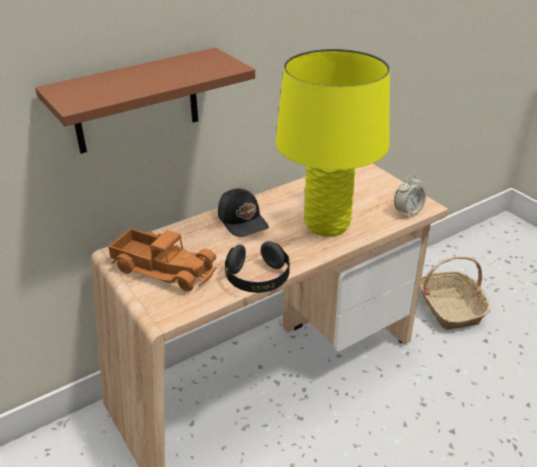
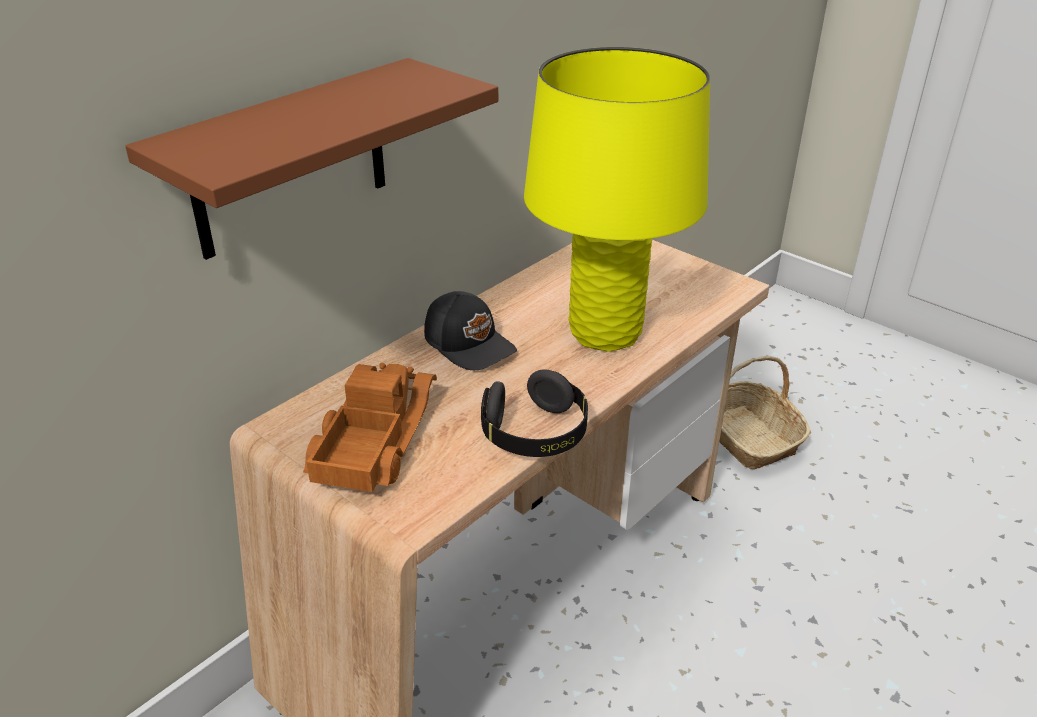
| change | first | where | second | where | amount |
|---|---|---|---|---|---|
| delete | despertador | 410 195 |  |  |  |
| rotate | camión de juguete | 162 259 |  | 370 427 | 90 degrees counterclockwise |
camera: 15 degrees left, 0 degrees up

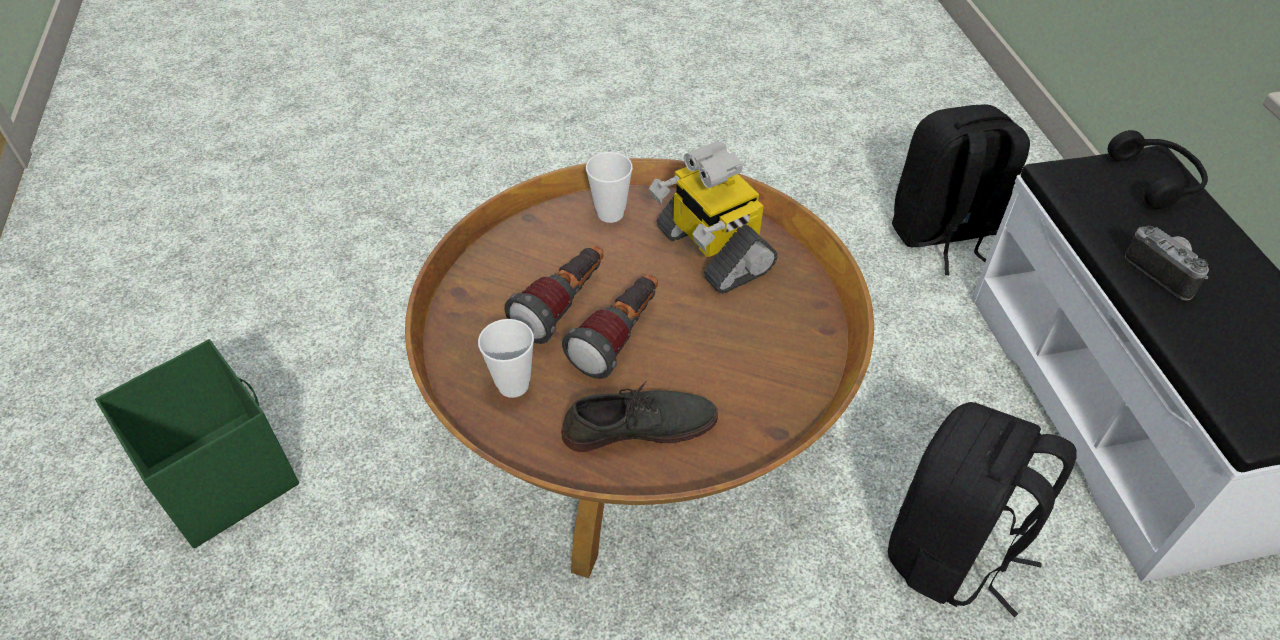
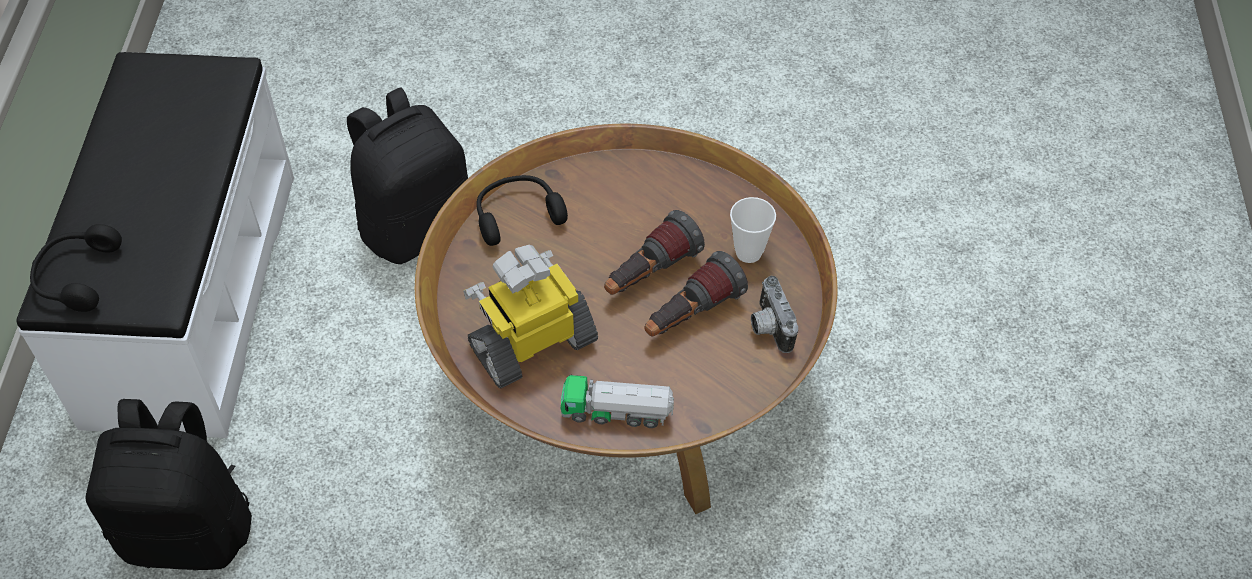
| change | first | where | second | where | amount |
|---|---|---|---|---|---|
| delete | caja de almacenaje/verde | 197 443 |  |  |  |
| delete | zapato/gris | 639 416 |  |  |  |
| insert |  |  | auriculares/negro | 522 210 |  |
| move | cámara | 1167 263 |  | 774 314 |  |
| replace | taza | 609 187 | camión de juguete | 617 401 |  |
| rotate | robot de juguete | 713 217 |  | 530 316 | 105 degrees counterclockwise |
camera: 165 degrees left, 5 degrees up

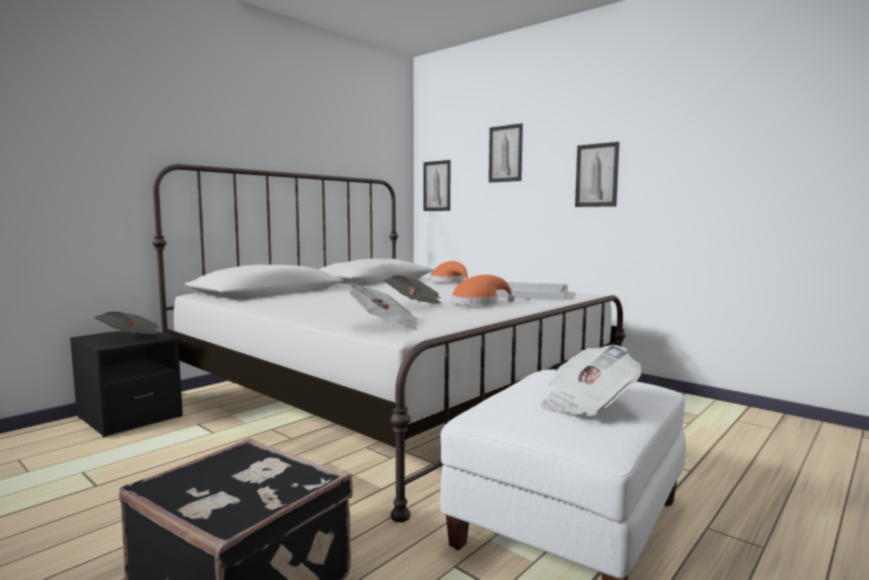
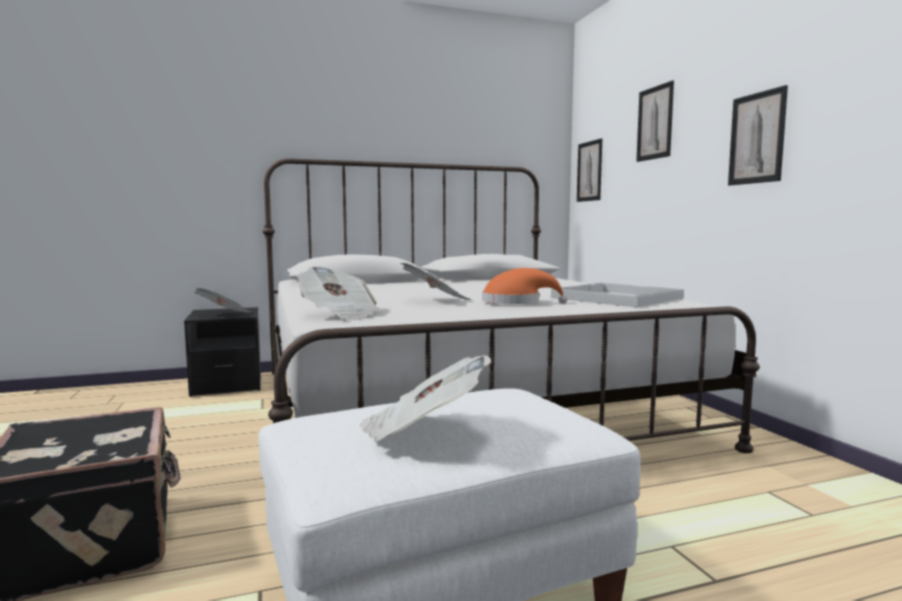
| change | first | where | second | where | amount |
|---|---|---|---|---|---|
| delete | sombrero/naranja | 449 271 |  |  |  |
camera: 30 degrees right, 0 degrees up

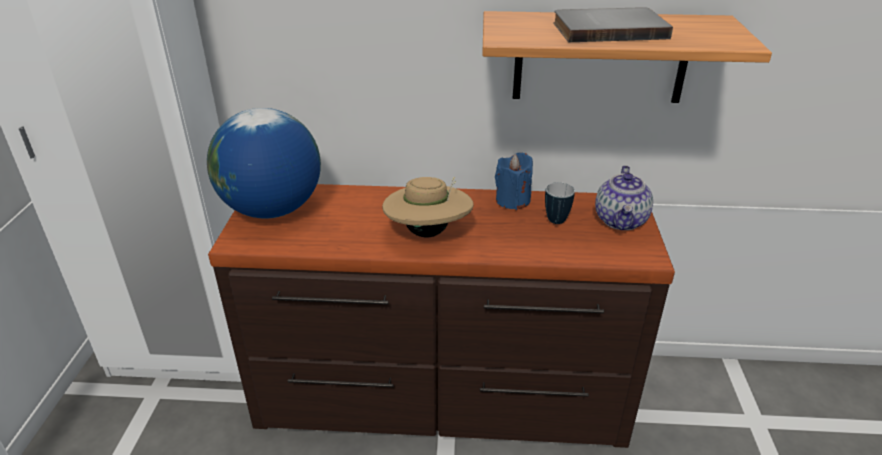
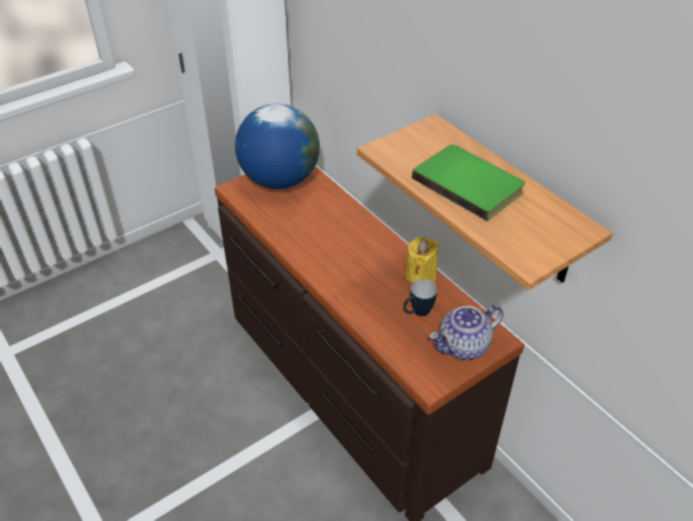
| change | first | where | second | where | amount |
|---|---|---|---|---|---|
| delete | sombrero/beis | 428 207 |  |  |  |
| recolor | vela/azul | 514 181 | vela/amarillo | 422 260 |  |
| recolor | libro/gris | 613 24 | libro/verde | 468 183 |  |
camera: 50 degrees right, 10 degrees up

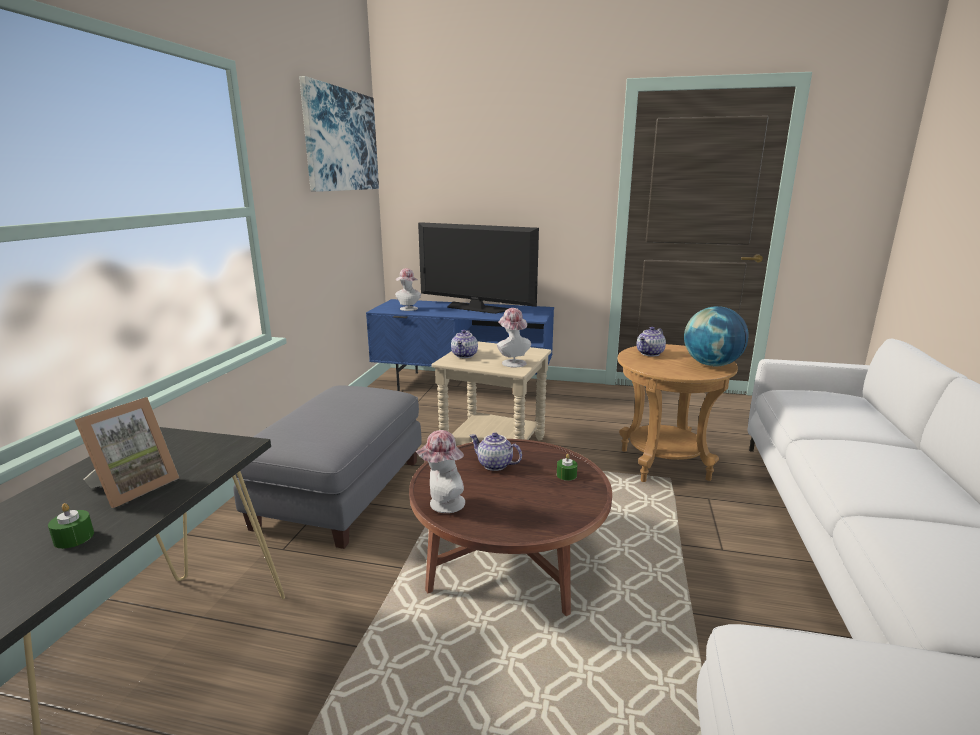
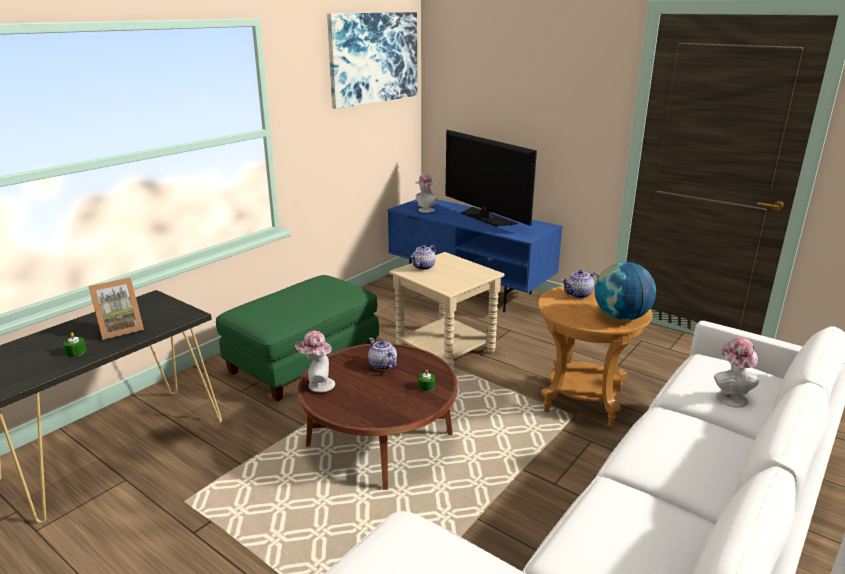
| change | first | where | second | where | amount |
|---|---|---|---|---|---|
| move | sombrero | 514 337 |  | 736 372 |  |
| recolor | puf/gris | 327 467 | puf/verde | 297 338 |  |
camera: 25 degrees right, 5 degrees up

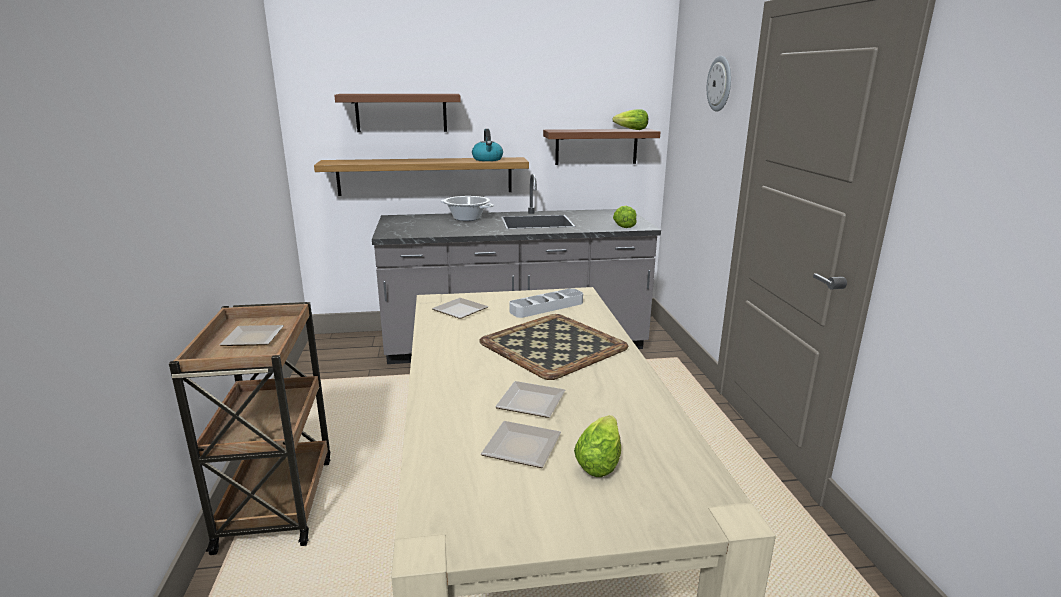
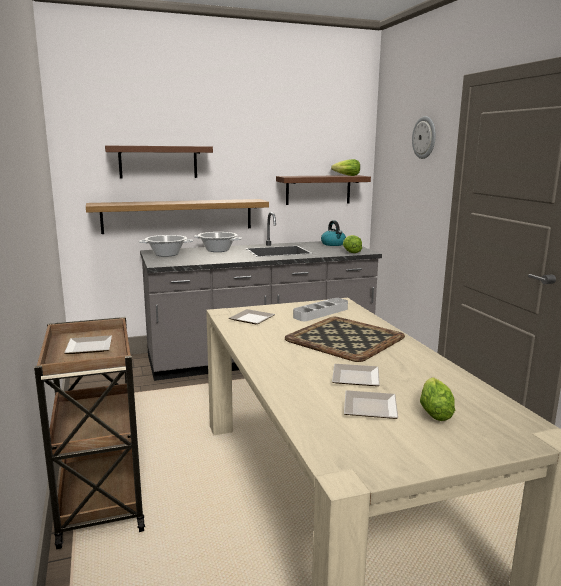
| change | first | where | second | where | amount |
|---|---|---|---|---|---|
| insert |  |  | olla | 166 246 |  |
| move | hervidor | 487 145 |  | 333 233 |  |
camera: 10 degrees left, 5 degrees down

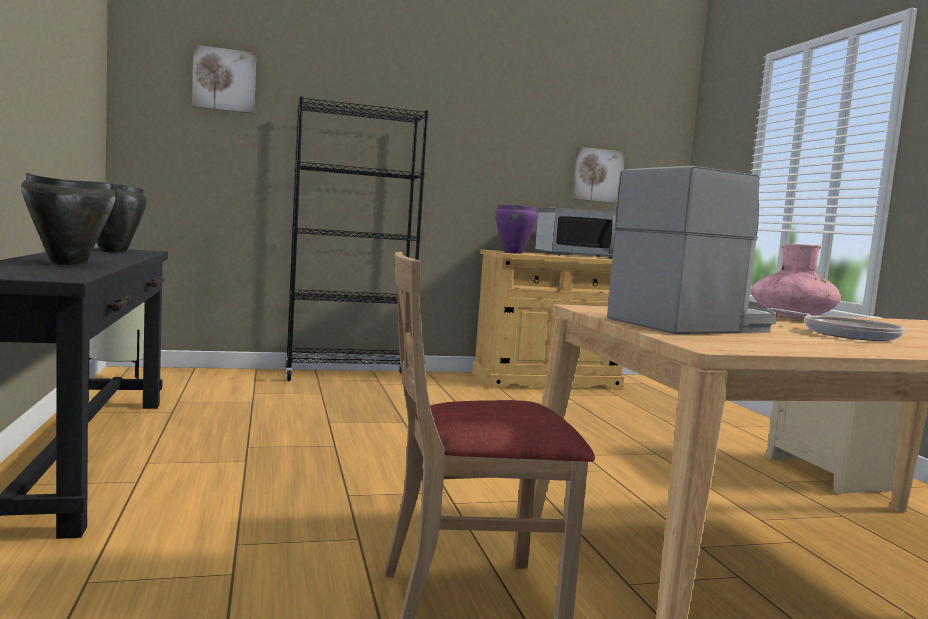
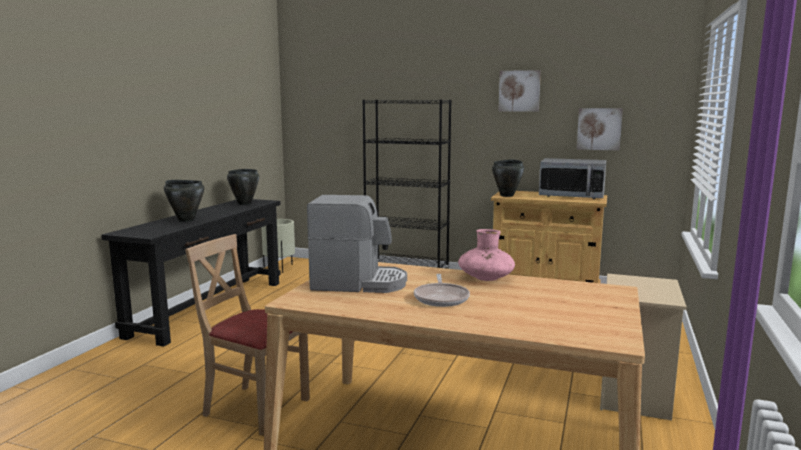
| change | first | where | second | where | amount |
|---|---|---|---|---|---|
| move | cuadro | 224 79 |  | 519 91 |  |
| recolor | olla/morado | 516 229 | olla/negro | 508 178 |  |
camera: 35 degrees right, 5 degrees up

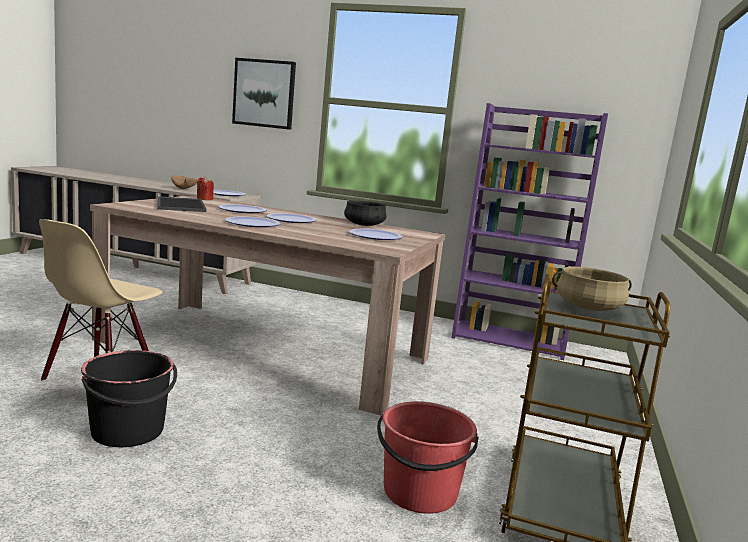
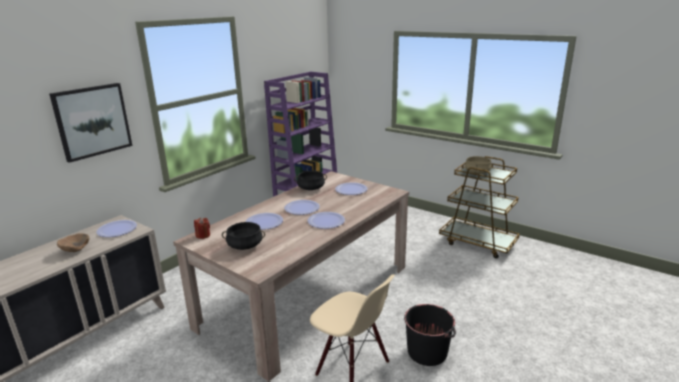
| change | first | where | second | where | amount |
|---|---|---|---|---|---|
| delete | cubo/rojo | 428 457 |  |  |  |
| replace | bandeja | 181 204 | olla/negro | 243 236 |  |
camera: 70 degrees left, 10 degrees up

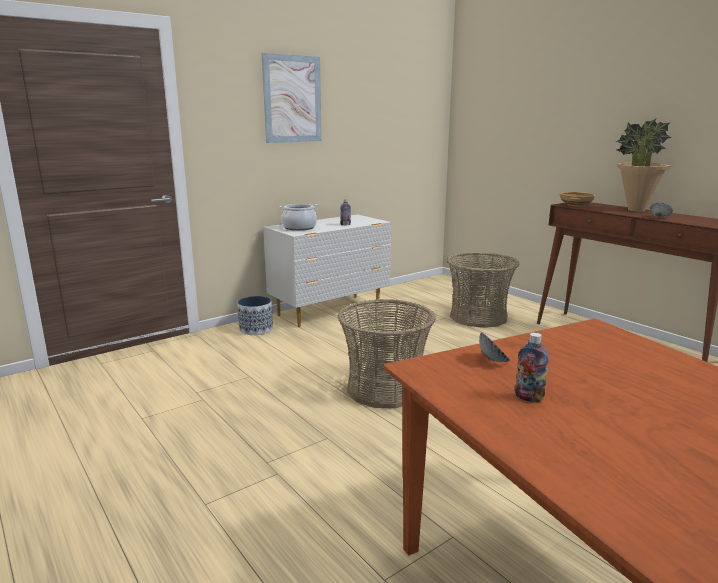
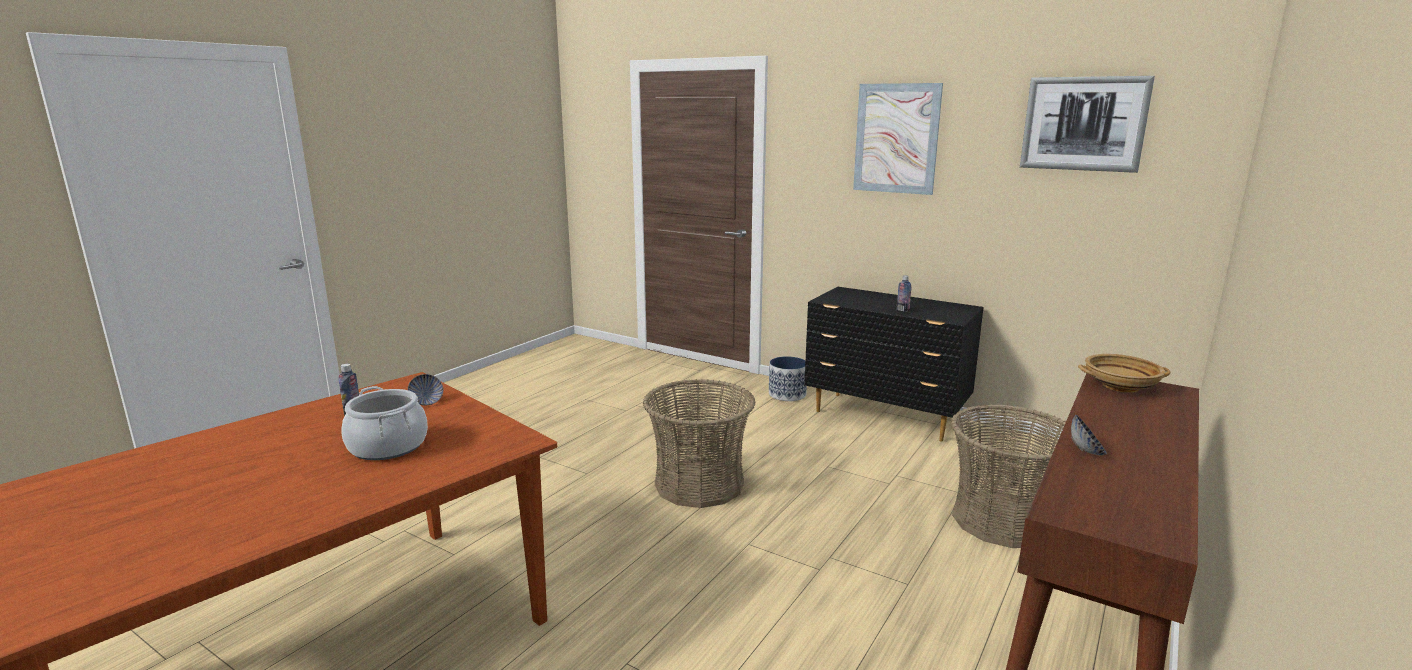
| change | first | where | second | where | amount |
|---|---|---|---|---|---|
| delete | planta en maceta | 643 165 |  |  |  |
| insert |  |  | cuadro | 1087 124 |  |
| move | olla | 298 217 |  | 384 423 |  |
| recolor | cómoda/blanco | 327 270 | cómoda/negro | 894 364 |  |
camera: 70 degrees right, 0 degrees up

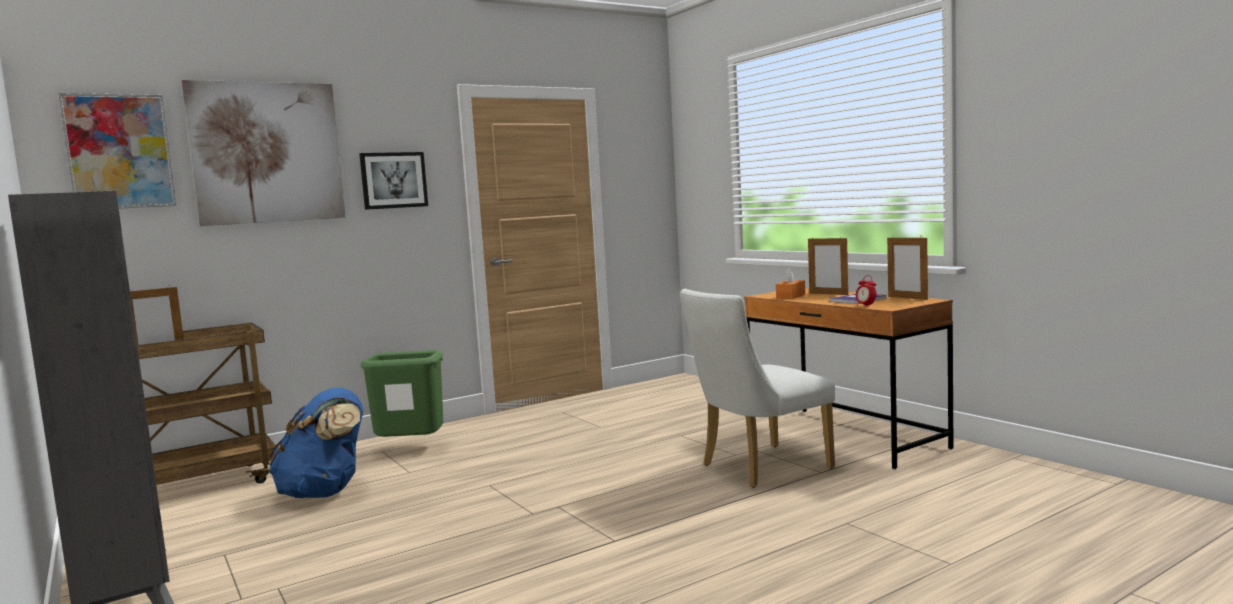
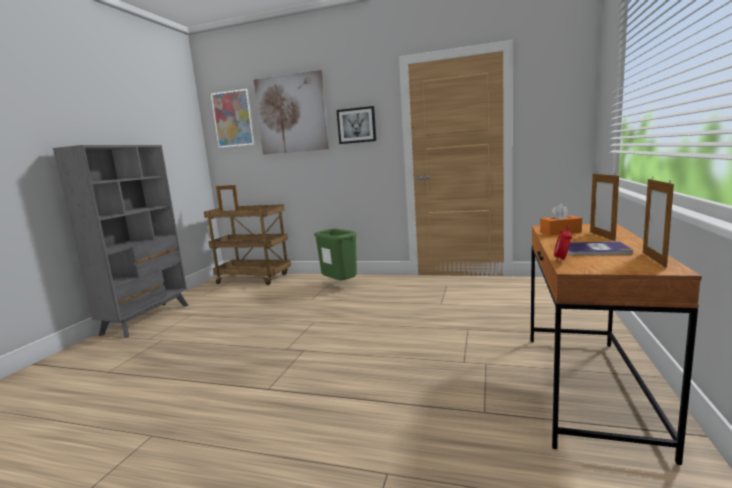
| change | first | where | second | where | amount |
|---|---|---|---|---|---|
| delete | mochila/azul | 316 442 |  |  |  |
| delete | silla/blanco | 757 388 |  |  |  |
camera: 50 degrees right, 5 degrees up

